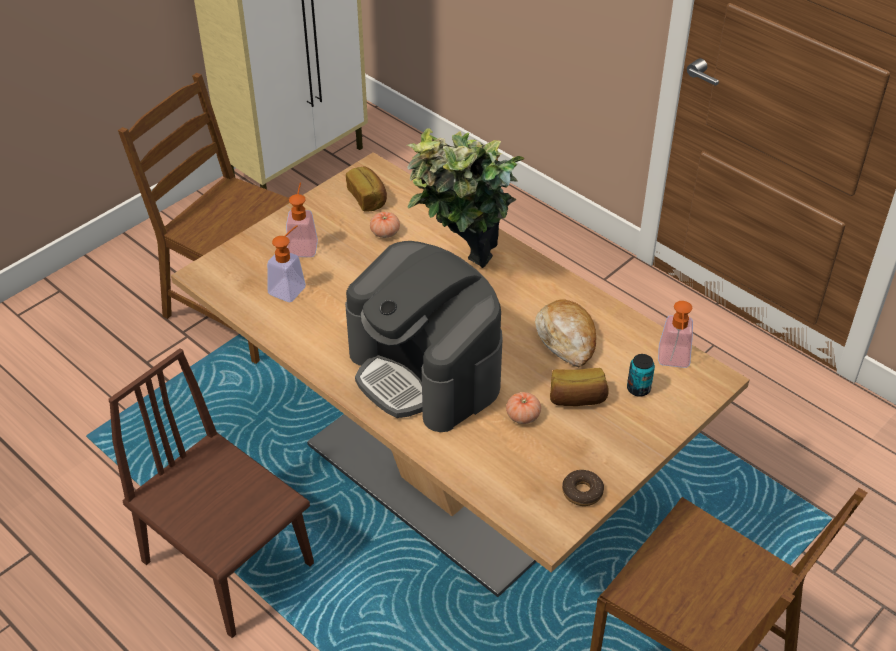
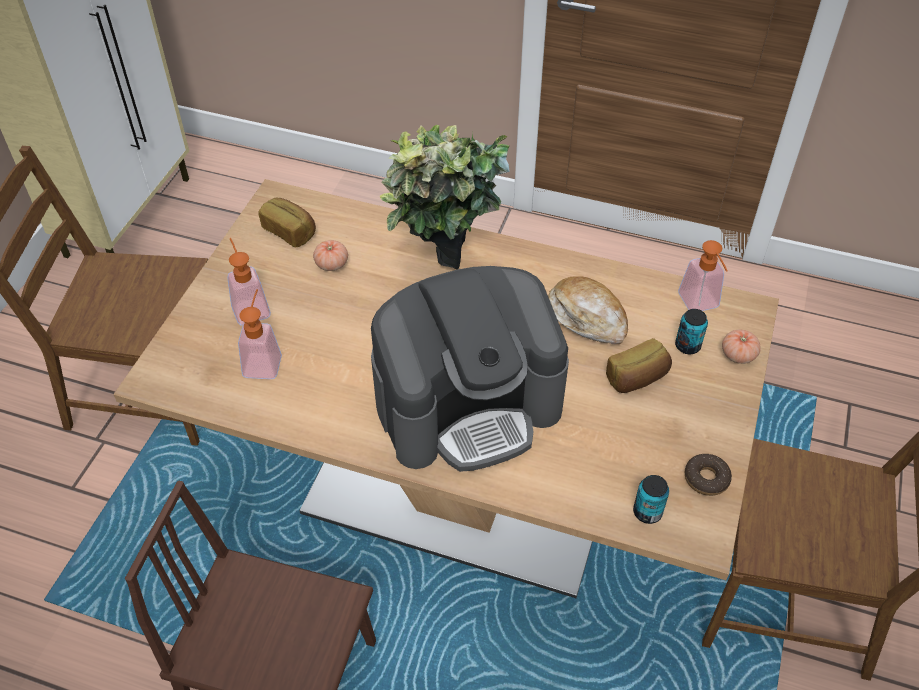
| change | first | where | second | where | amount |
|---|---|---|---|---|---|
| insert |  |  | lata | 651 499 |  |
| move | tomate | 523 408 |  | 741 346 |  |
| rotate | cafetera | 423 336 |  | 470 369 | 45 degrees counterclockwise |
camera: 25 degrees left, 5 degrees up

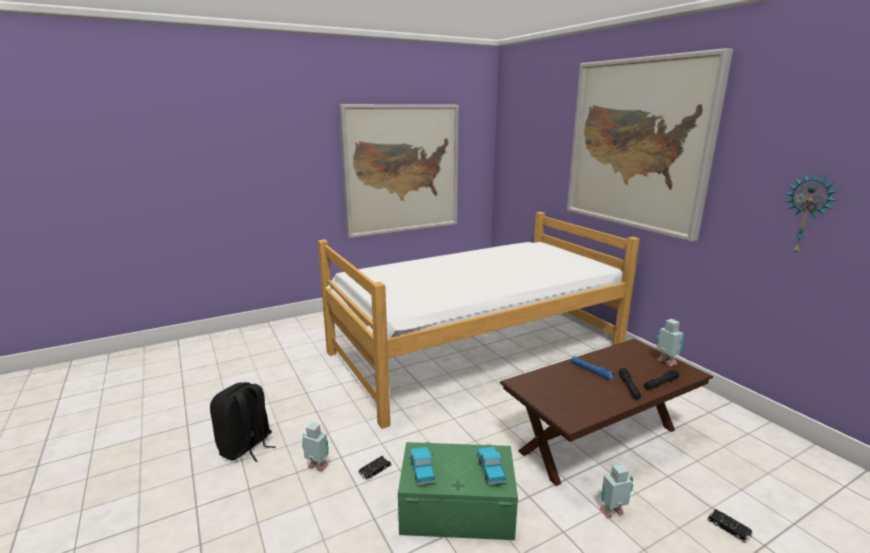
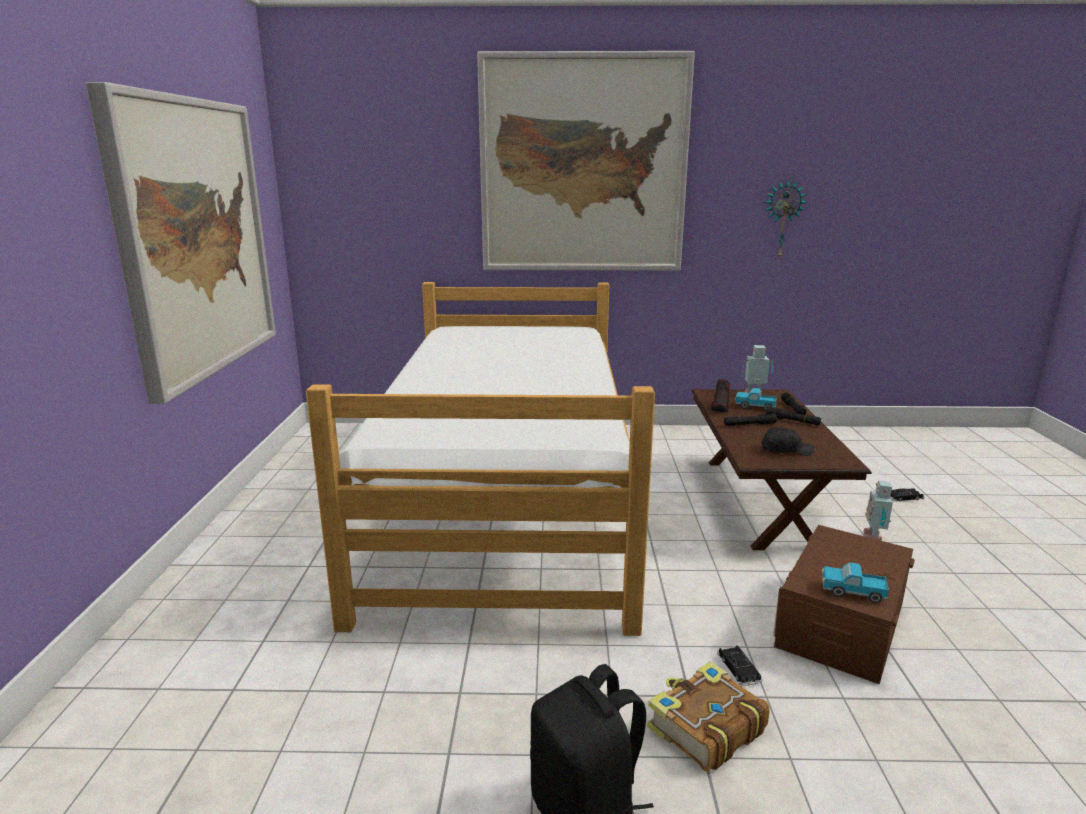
| change | first | where | second | where | amount |
|---|---|---|---|---|---|
| insert |  |  | zapato | 720 395 |  |
| insert |  |  | gorra/negro | 787 441 |  |
| move | camión de juguete | 492 466 |  | 756 399 |  |
| replace | robot de juguete | 315 447 | libro | 708 716 |  |
| recolor | caja de almacenaje/verde | 458 491 | caja de almacenaje/marrón | 844 604 |  |
| recolor | linterna/azul | 592 368 | linterna/negro | 750 420 |  |
camera: 60 degrees left, 0 degrees up

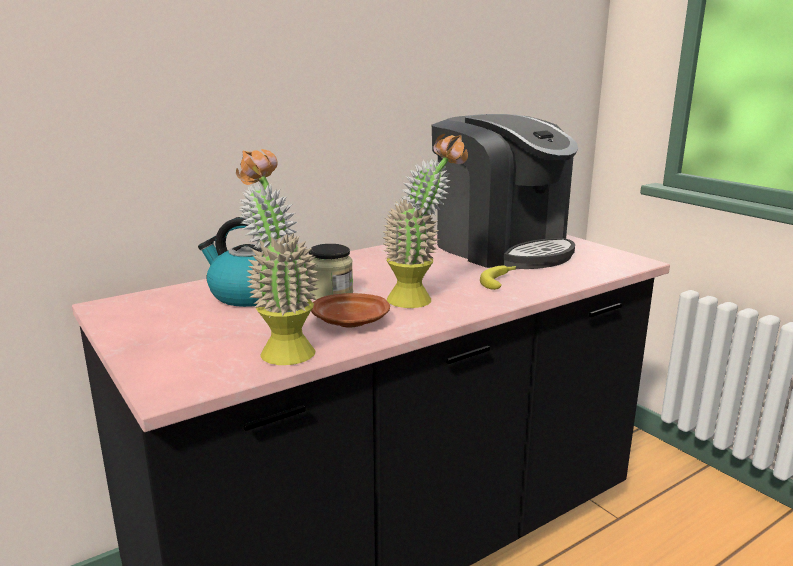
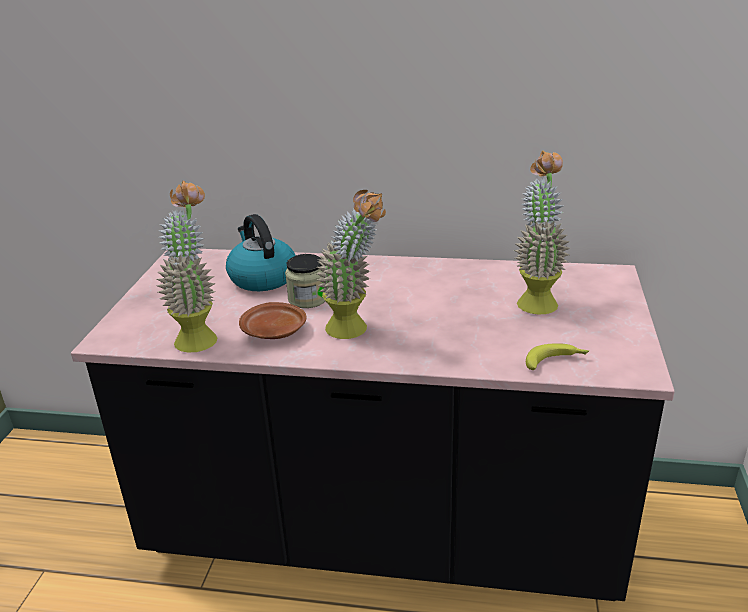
| change | first | where | second | where | amount |
|---|---|---|---|---|---|
| move | plátano | 498 278 |  | 557 356 |  |
| replace | cafetera | 505 191 | planta en maceta | 542 232 |  |
camera: 45 degrees right, 10 degrees up

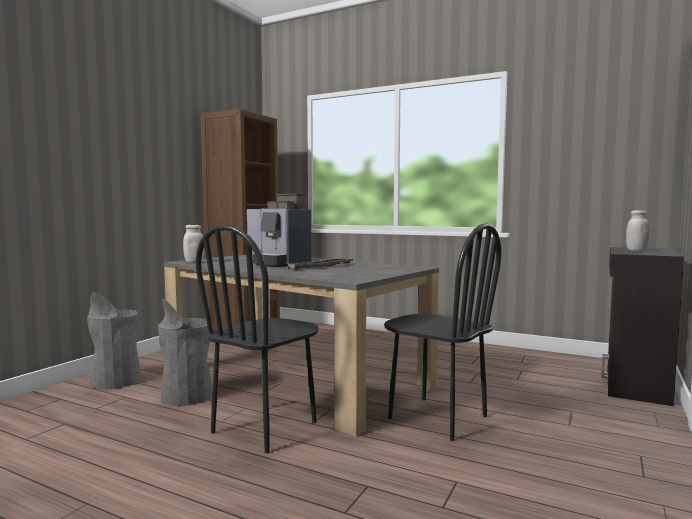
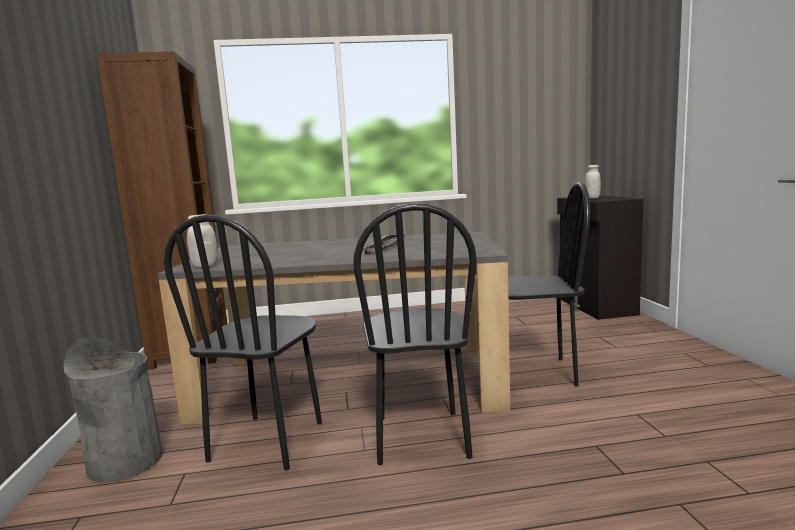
| change | first | where | second | where | amount |
|---|---|---|---|---|---|
| delete | cafetera | 279 230 |  |  |  |
| replace | papelera/gris | 185 352 | silla/negro | 243 342 |  |
camera: 35 degrees left, 5 degrees up

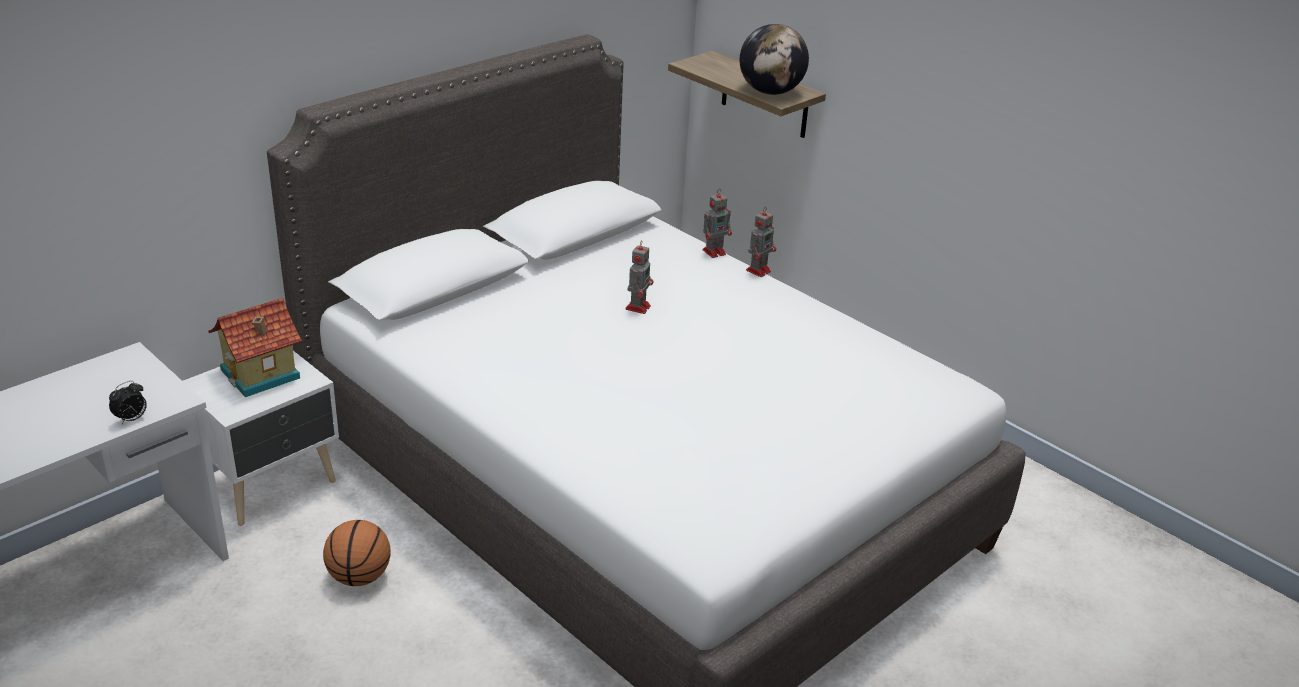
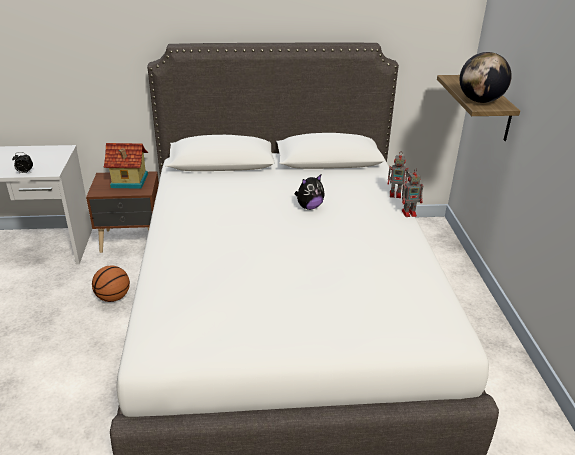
| change | first | where | second | where | amount |
|---|---|---|---|---|---|
| replace | robot de juguete | 639 277 | peluche | 310 192 |  |
| recolor | mesita de noche/blanco | 261 438 | mesita de noche/marrón | 122 212 |  |
camera: 40 degrees right, 0 degrees up

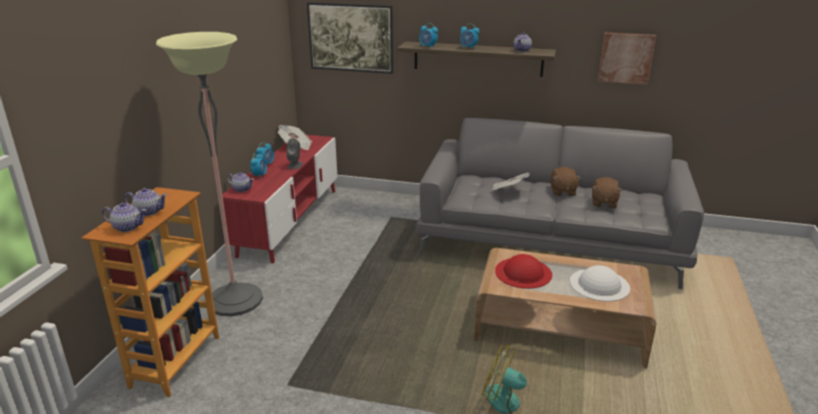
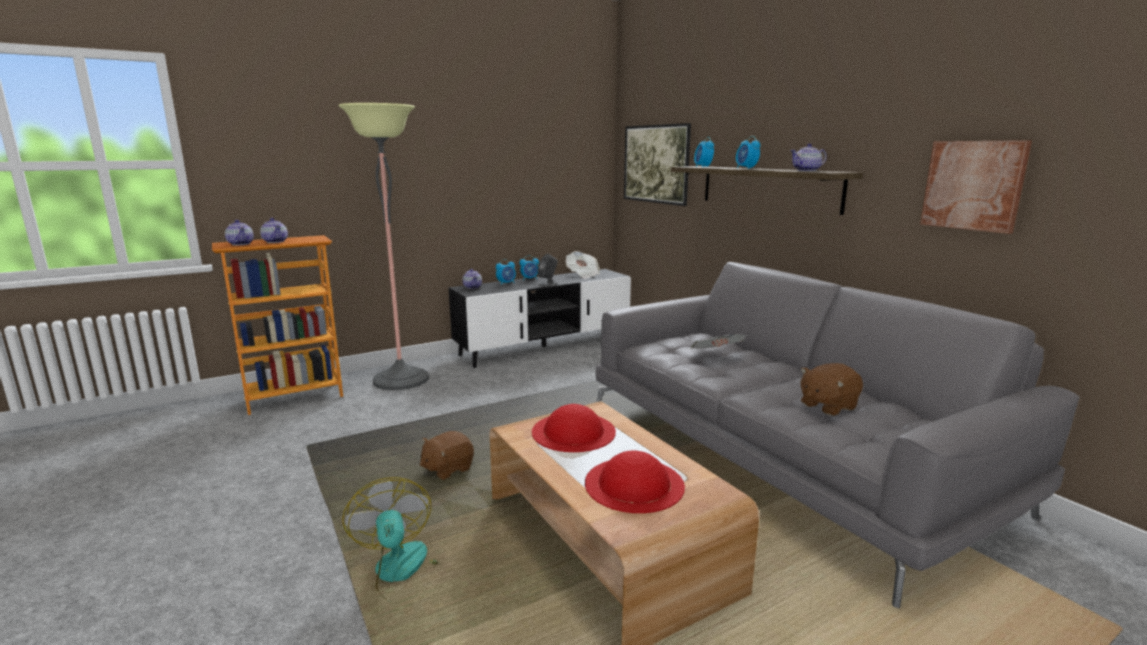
| change | first | where | second | where | amount |
|---|---|---|---|---|---|
| move | peluche/marrón | 566 181 |  | 447 455 |  |
| recolor | mueble de televisión/rojo | 279 199 | mueble de televisión/negro | 540 318 |  |
| recolor | sombrero/blanco | 600 283 | sombrero/rojo | 635 482 |  |
camera: 45 degrees right, 10 degrees down

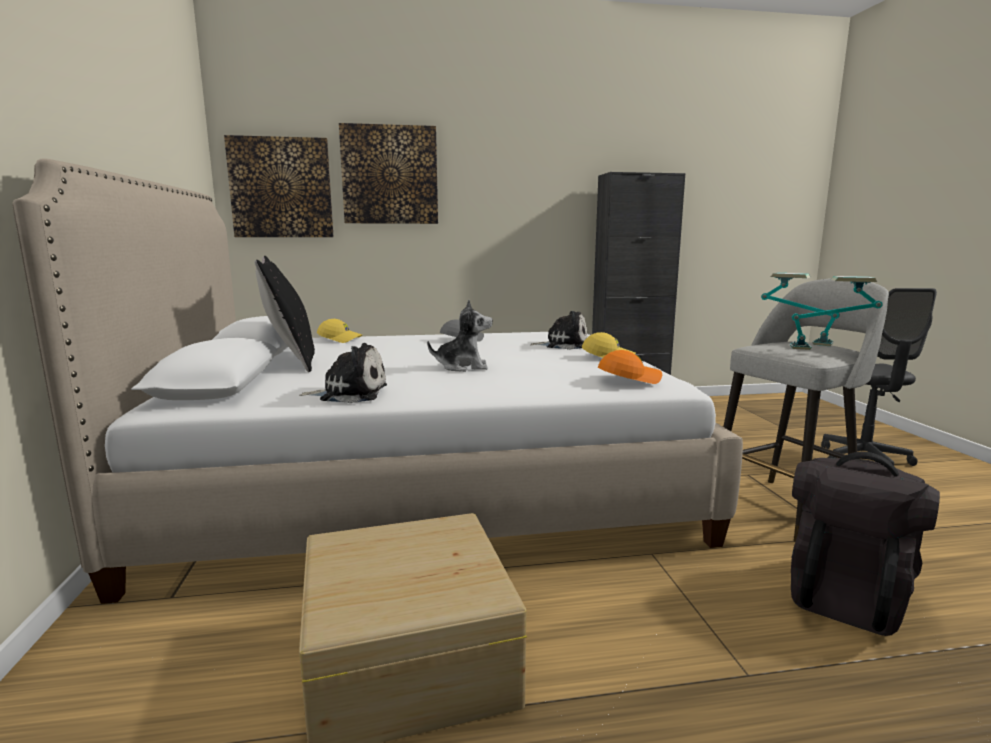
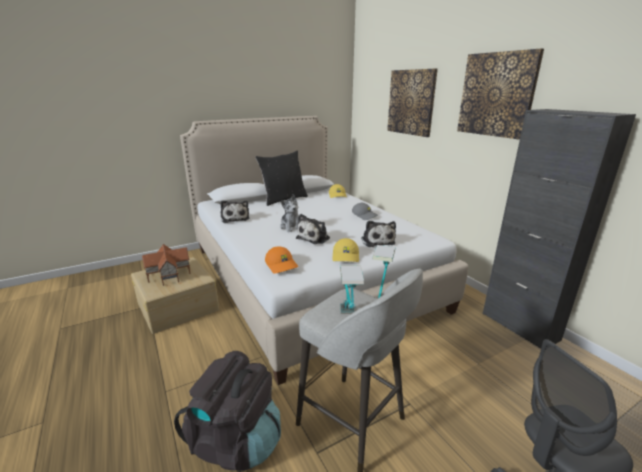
| change | first | where | second | where | amount |
|---|---|---|---|---|---|
| insert |  |  | casita | 166 265 |  |
| insert |  |  | peluche | 313 229 |  |
| move | cuadro | 279 186 |  | 500 94 |  |
camera: 70 degrees right, 10 degrees up

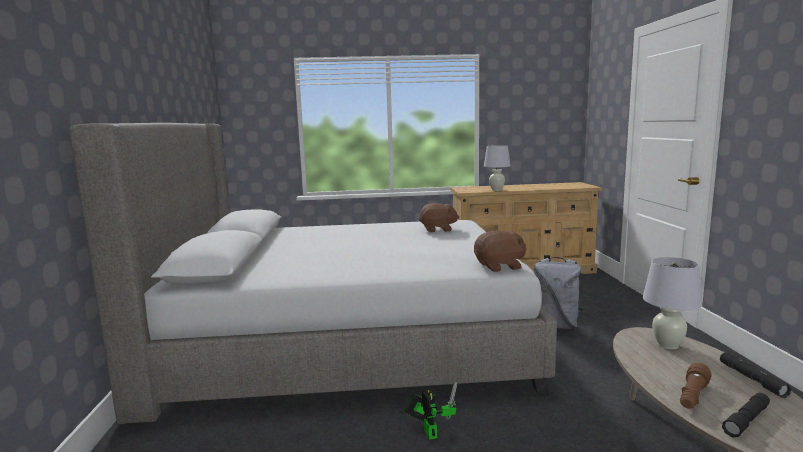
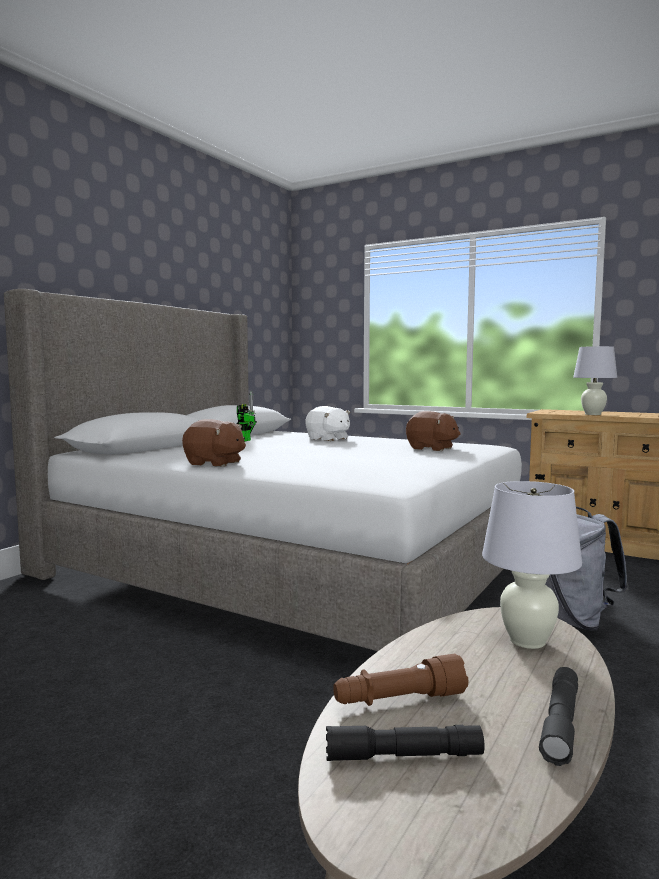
| change | first | where | second | where | amount |
|---|---|---|---|---|---|
| insert |  |  | peluche/blanco | 327 423 |  |
| move | robot de juguete | 431 411 |  | 247 416 |  |
| move | peluche/marrón | 500 251 |  | 214 443 |  |
camera: 35 degrees right, 5 degrees down

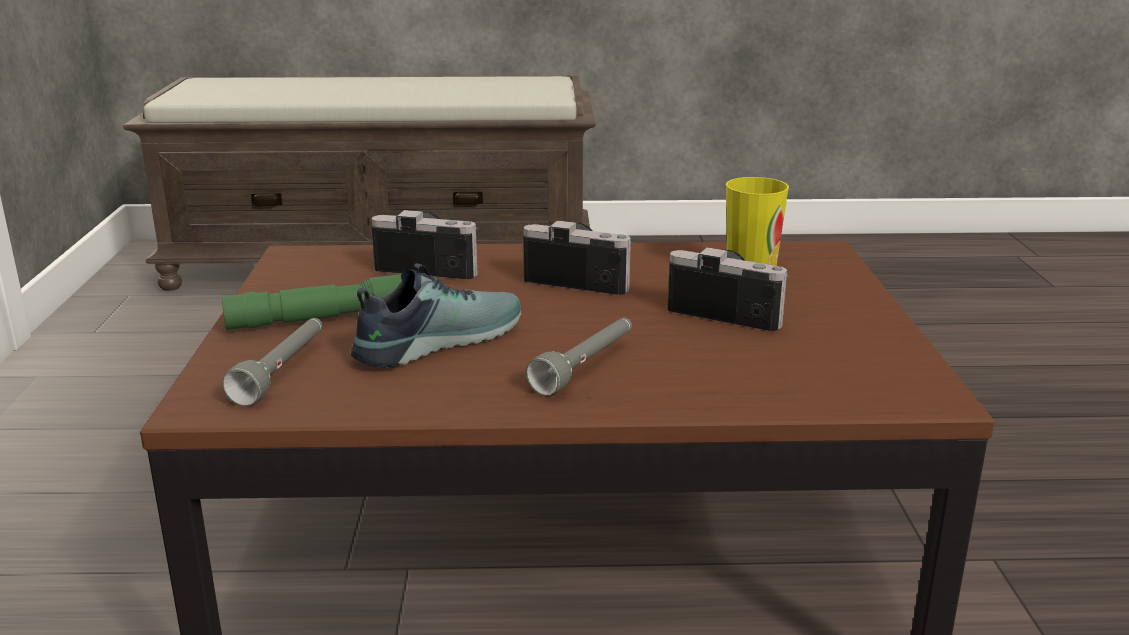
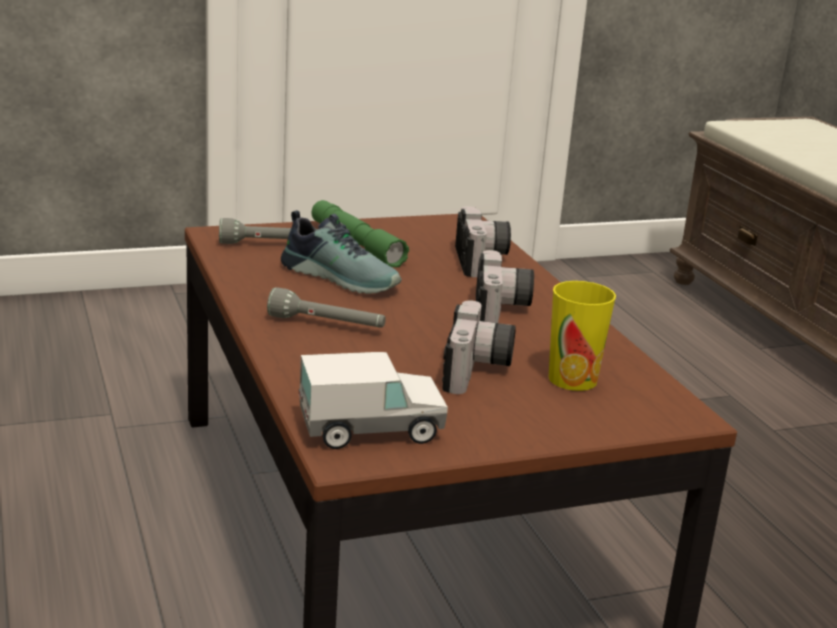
| change | first | where | second | where | amount |
|---|---|---|---|---|---|
| insert |  |  | camión de juguete | 373 400 |  |
camera: 70 degrees right, 0 degrees up

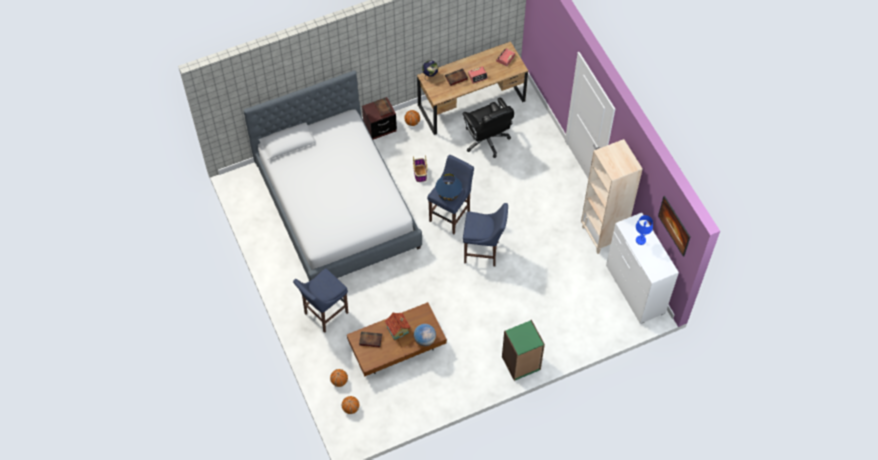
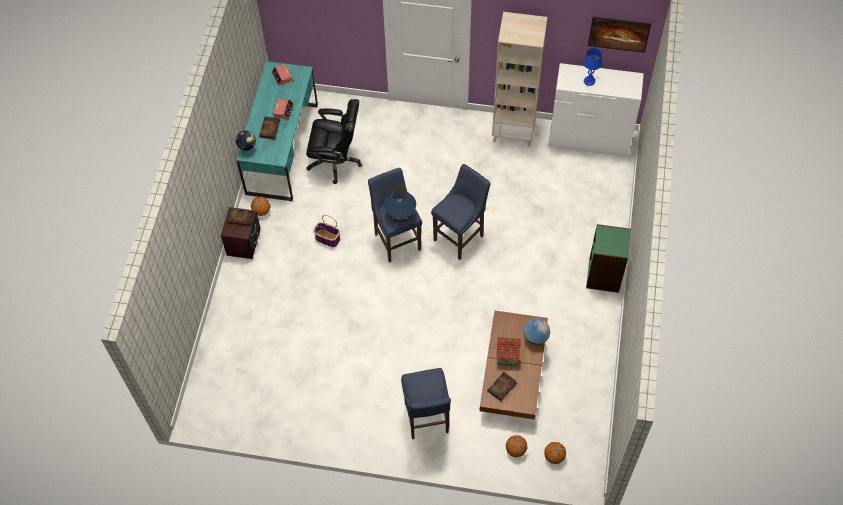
| change | first | where | second | where | amount |
|---|---|---|---|---|---|
| delete | cama | 332 175 |  |  |  |
| recolor | escritorio/marrón | 472 88 | escritorio/turquesa | 277 131 |  |
camera: 55 degrees left, 0 degrees up

